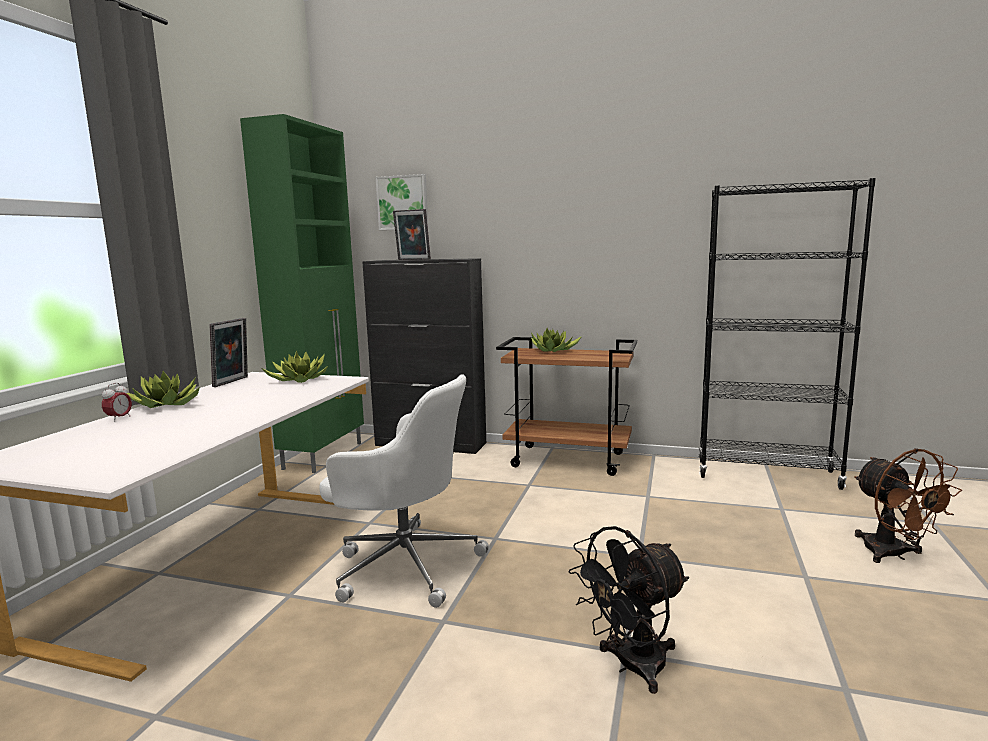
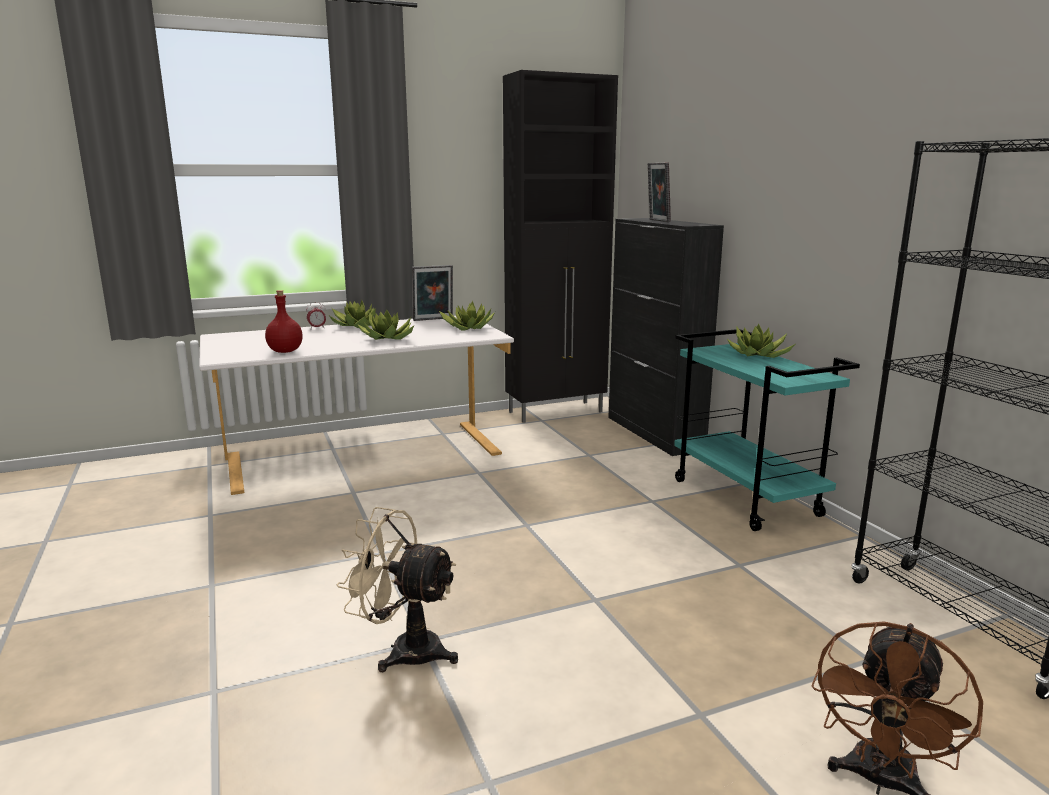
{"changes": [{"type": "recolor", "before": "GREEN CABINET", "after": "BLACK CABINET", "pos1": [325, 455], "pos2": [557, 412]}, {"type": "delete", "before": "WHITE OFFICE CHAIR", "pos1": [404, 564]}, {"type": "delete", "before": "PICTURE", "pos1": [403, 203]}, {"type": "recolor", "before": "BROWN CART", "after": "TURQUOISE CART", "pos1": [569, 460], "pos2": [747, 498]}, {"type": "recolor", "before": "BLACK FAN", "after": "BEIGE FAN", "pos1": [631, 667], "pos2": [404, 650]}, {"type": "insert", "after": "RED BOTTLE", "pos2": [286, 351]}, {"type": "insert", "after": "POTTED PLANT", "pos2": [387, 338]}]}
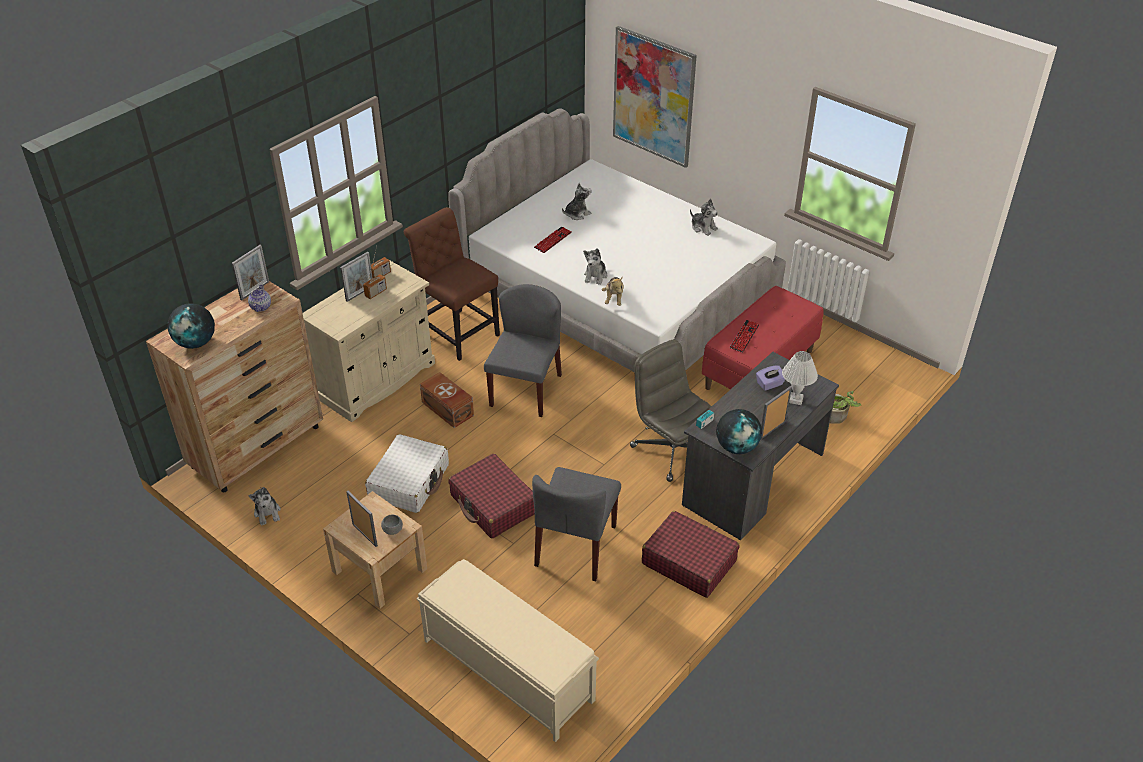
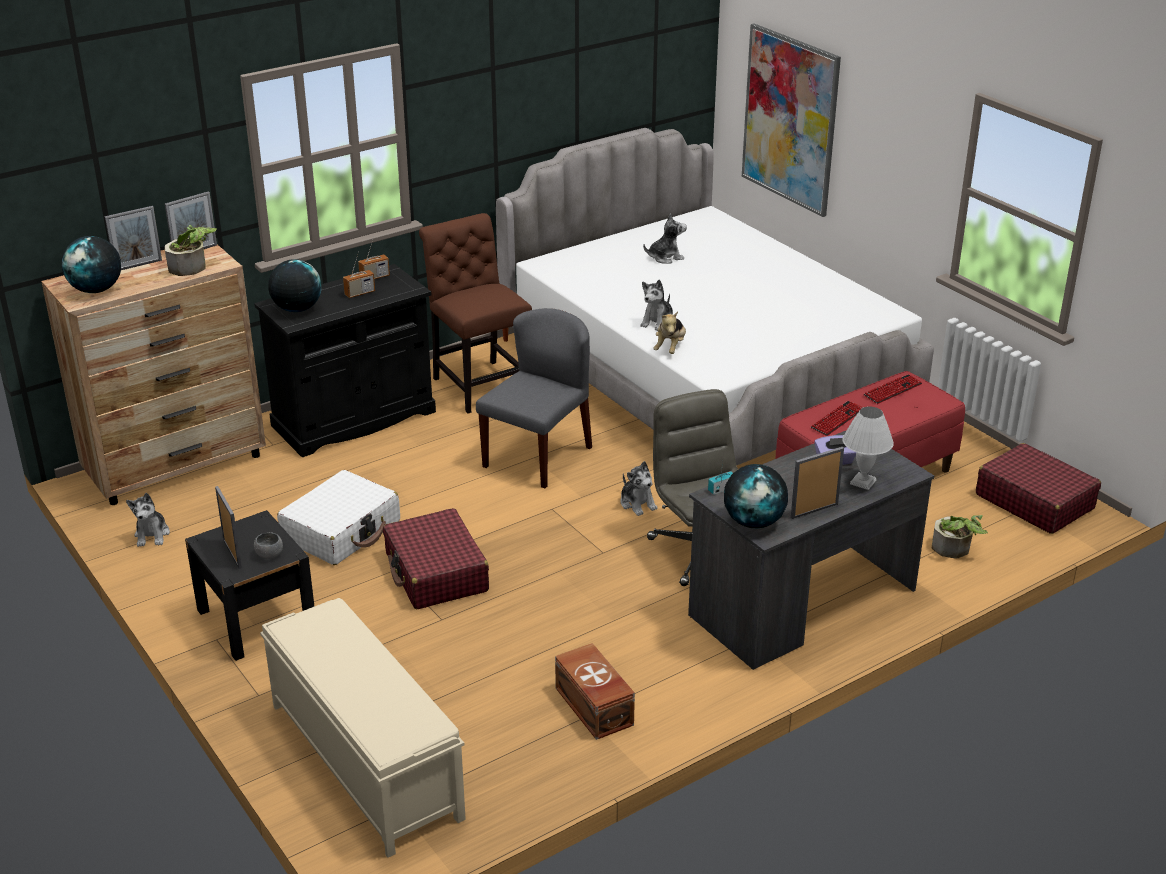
{"changes": [{"type": "replace", "before": "TEAPOT", "after": "POTTED PLANT", "pos1": [261, 306], "pos2": [193, 266]}, {"type": "recolor", "before": "BEIGE CABINET", "after": "BLACK CABINET", "pos1": [376, 380], "pos2": [354, 419]}, {"type": "recolor", "before": "BEIGE NIGHTSTAND", "after": "BLACK NIGHTSTAND", "pos1": [379, 570], "pos2": [256, 619]}, {"type": "move", "before": "PICTURE FRAME", "pos1": [359, 293], "pos2": [138, 265]}, {"type": "move", "before": "BROWN STORAGE BOX", "pos1": [447, 409], "pos2": [593, 707]}, {"type": "delete", "before": "GREY CHAIR", "pos1": [576, 546]}, {"type": "move", "before": "KEYBOARD", "pos1": [552, 240], "pos2": [892, 390]}, {"type": "move", "before": "RED SUITCASE", "pos1": [688, 562], "pos2": [1034, 501]}, {"type": "move", "before": "PLUSH TOY", "pos1": [703, 227], "pos2": [637, 504]}, {"type": "insert", "after": "GLOBE", "pos2": [297, 309]}]}
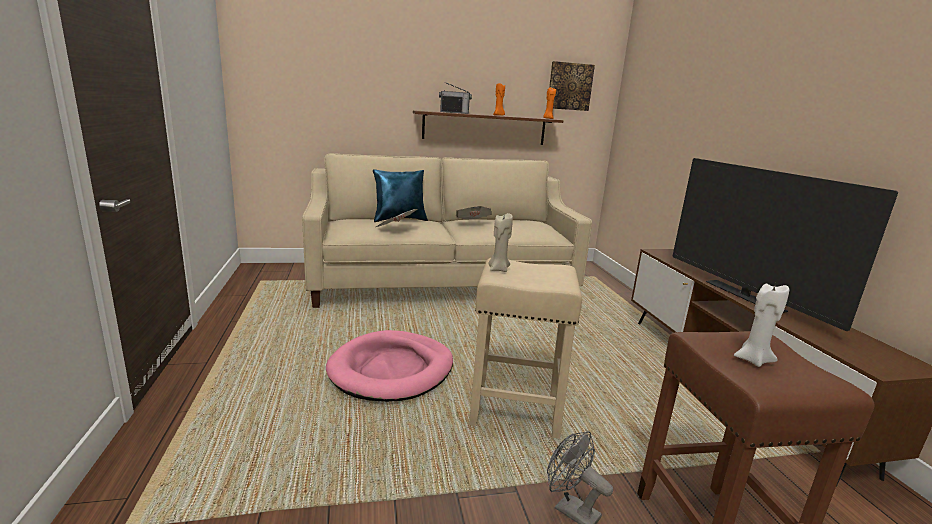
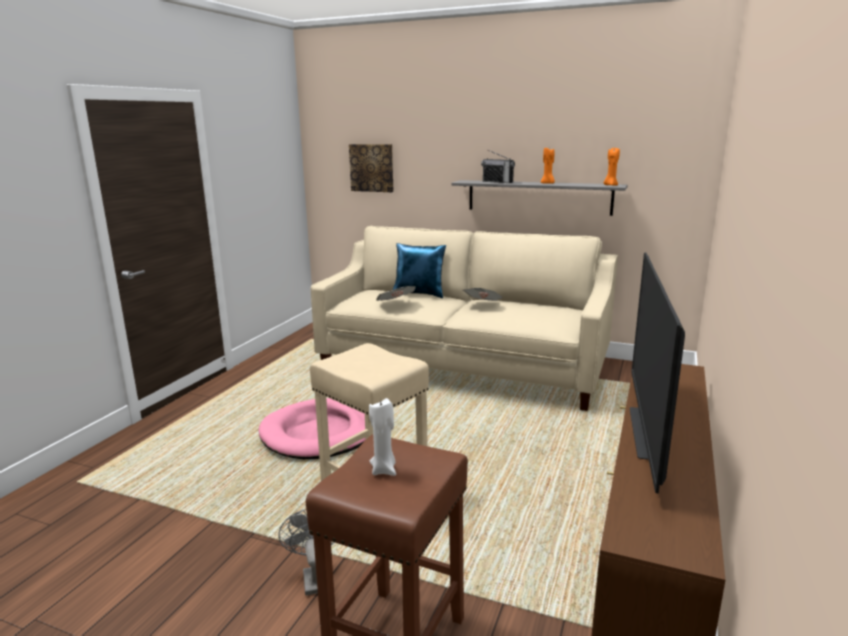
{"changes": [{"type": "recolor", "before": "BROWN SHELF", "after": "GREY SHELF", "pos1": [484, 128], "pos2": [538, 197]}, {"type": "delete", "before": "BEIGE CANDLE", "pos1": [498, 269]}, {"type": "move", "before": "PICTURE", "pos1": [569, 86], "pos2": [372, 168]}]}
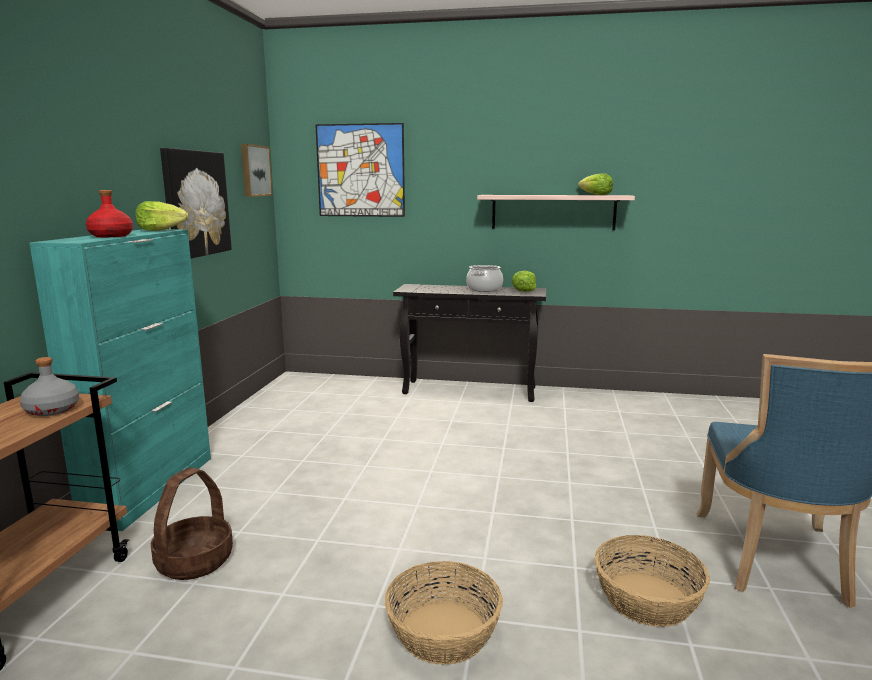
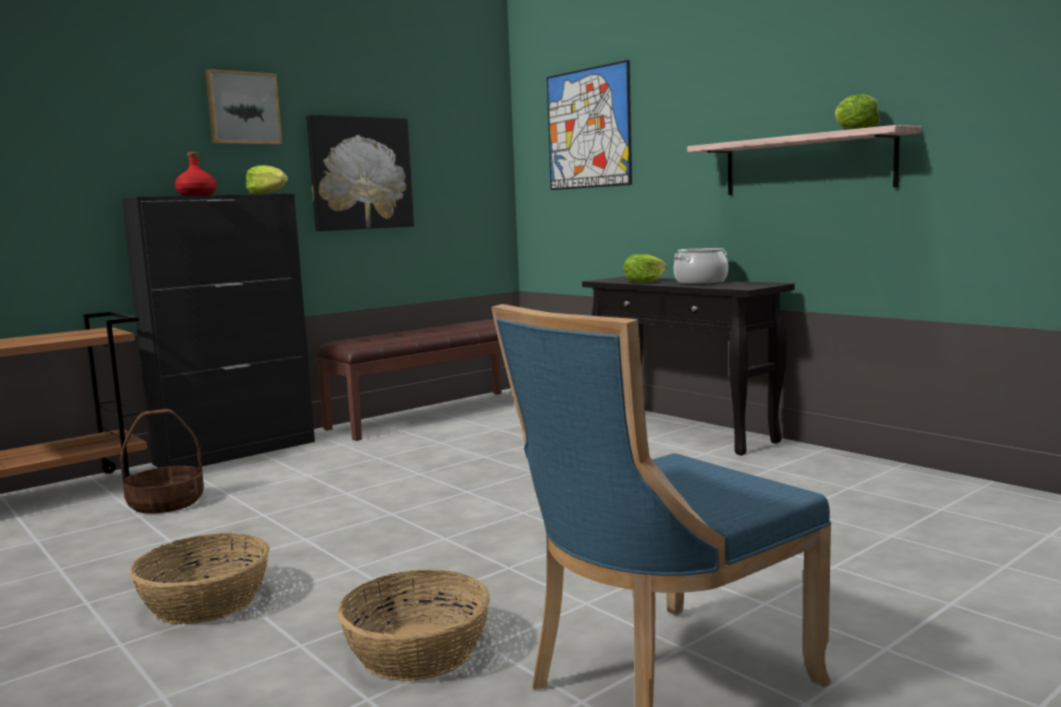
{"changes": [{"type": "delete", "before": "GREY BOTTLE", "pos1": [51, 410]}, {"type": "recolor", "before": "TURQUOISE CABINET", "after": "BLACK CABINET", "pos1": [151, 488], "pos2": [237, 452]}, {"type": "move", "before": "PICTURE", "pos1": [254, 171], "pos2": [243, 108]}, {"type": "move", "before": "LETTUCE", "pos1": [524, 290], "pos2": [644, 282]}, {"type": "insert", "after": "BROWN BENCH", "pos2": [433, 414]}]}
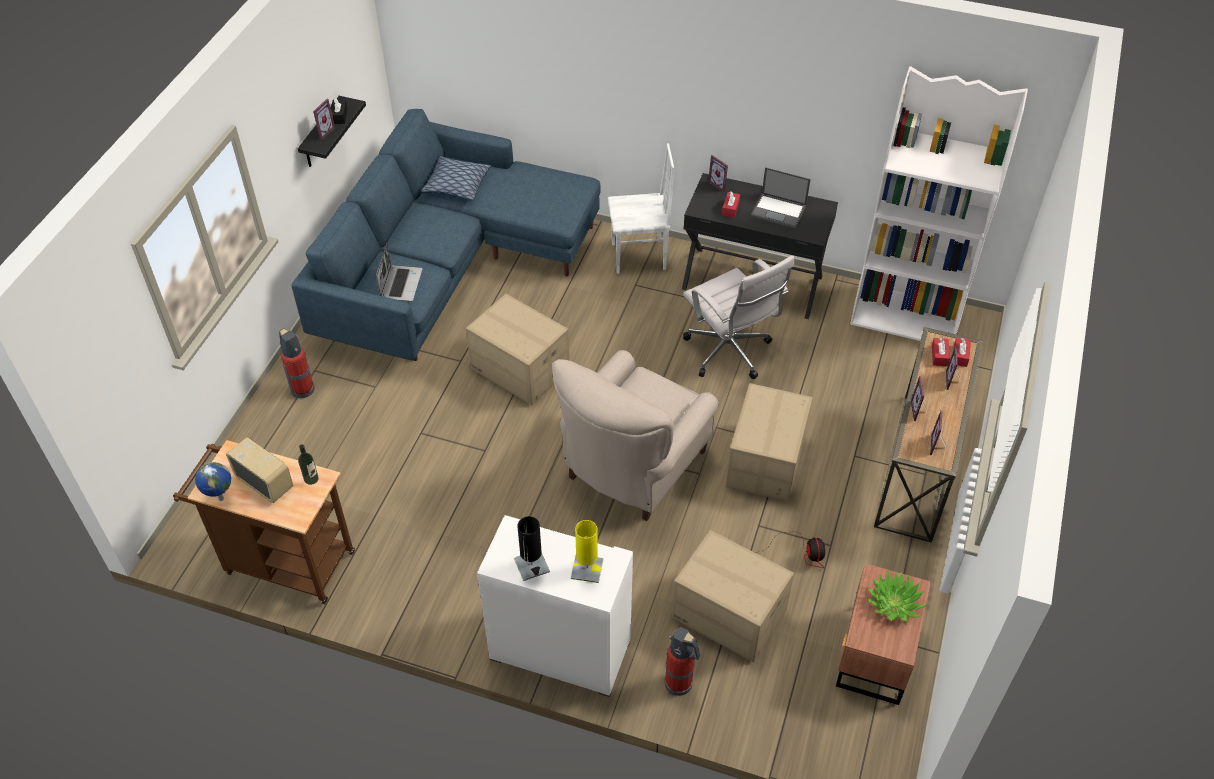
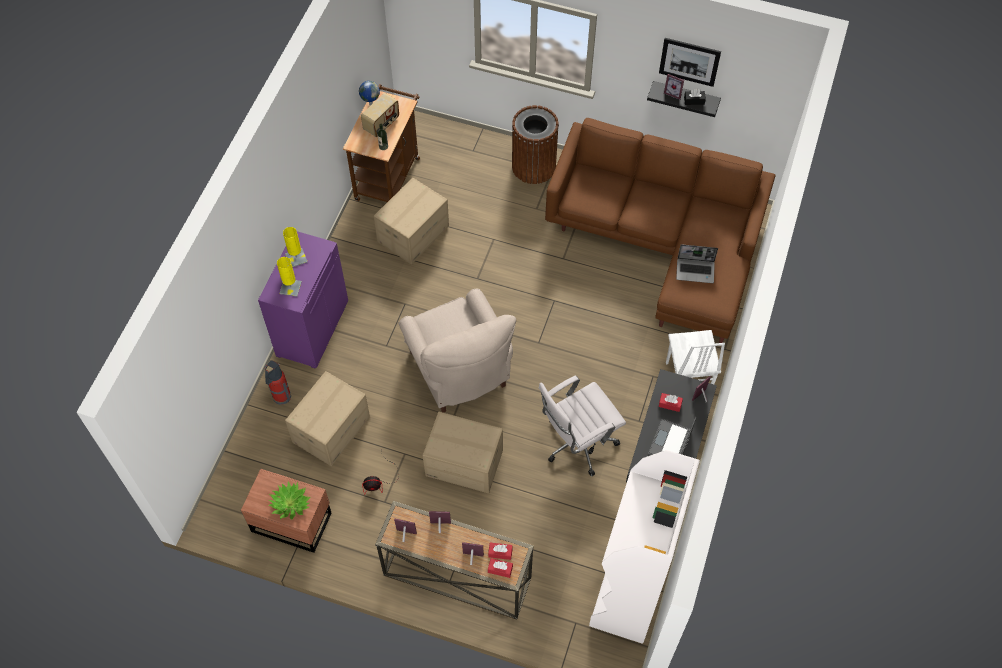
{"changes": [{"type": "replace", "before": "FIRE EXTINGUISHER", "after": "BROWN TRASH CAN", "pos1": [302, 388], "pos2": [534, 166]}, {"type": "recolor", "before": "BLUE SOFA", "after": "BROWN SOFA", "pos1": [447, 267], "pos2": [663, 243]}, {"type": "move", "before": "LAPTOP", "pos1": [400, 284], "pos2": [695, 271]}, {"type": "delete", "before": "PILLOW", "pos1": [456, 185]}, {"type": "move", "before": "CARDBOARD BOX", "pos1": [519, 369], "pos2": [413, 233]}, {"type": "recolor", "before": "WHITE CABINET", "after": "PURPLE CABINET", "pos1": [559, 650], "pos2": [312, 328]}, {"type": "recolor", "before": "BLACK TABLE LAMP", "after": "YELLOW TABLE LAMP", "pos1": [531, 565], "pos2": [296, 258]}, {"type": "rotate", "before": "BEIGE ARMCHAIR", "pos1": [633, 468], "pos2": [459, 372], "turn": -150}, {"type": "insert", "after": "PICTURE", "pos2": [689, 61]}]}
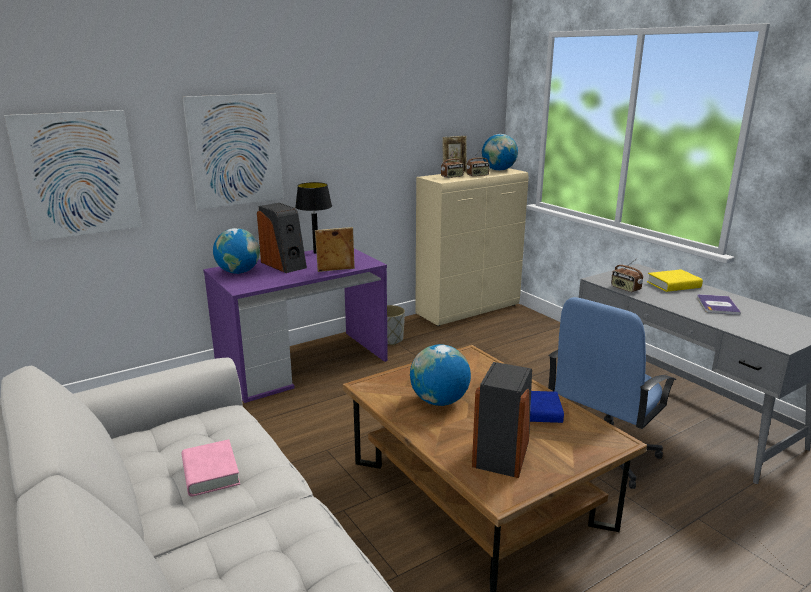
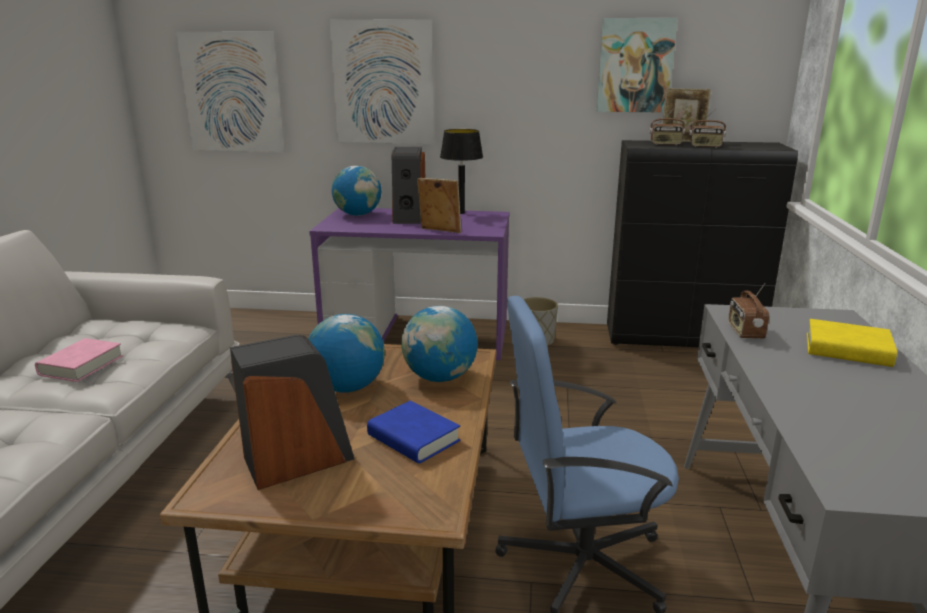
{"changes": [{"type": "recolor", "before": "BEIGE CABINET", "after": "BLACK CABINET", "pos1": [469, 310], "pos2": [682, 339]}, {"type": "move", "before": "GLOBE", "pos1": [498, 170], "pos2": [439, 378]}, {"type": "delete", "before": "BOOK", "pos1": [717, 305]}, {"type": "insert", "after": "PICTURE", "pos2": [635, 65]}]}
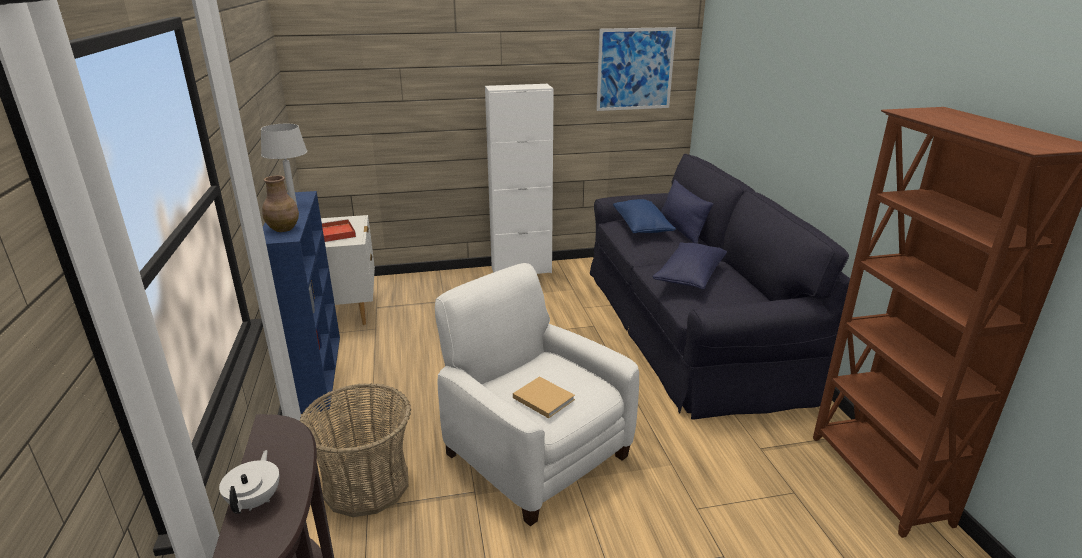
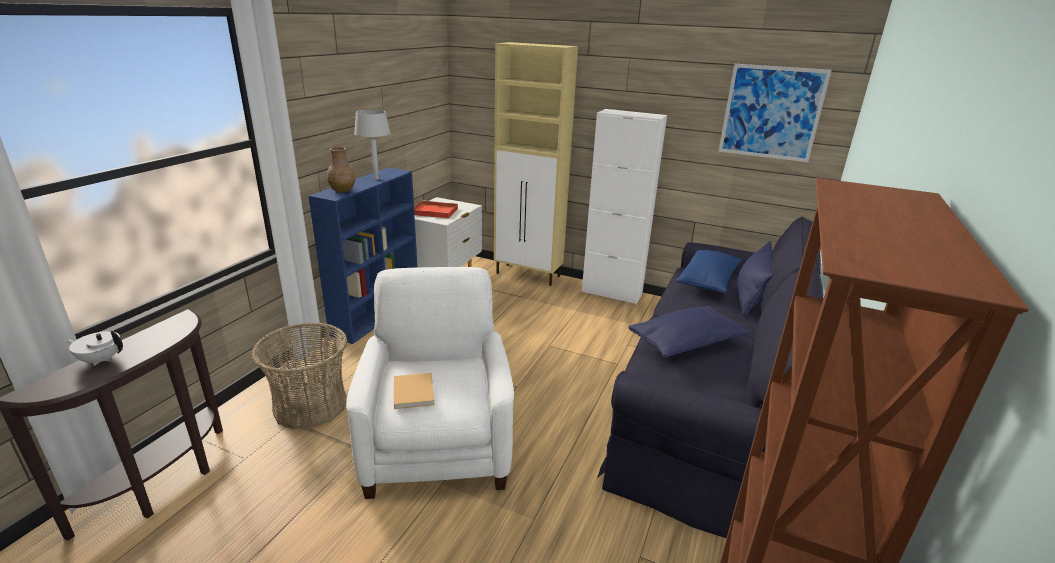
{"changes": [{"type": "rotate", "before": "WHITE TEAPOT", "pos1": [256, 500], "pos2": [101, 360], "turn": -120}, {"type": "insert", "after": "BEIGE CABINET", "pos2": [529, 275]}]}
